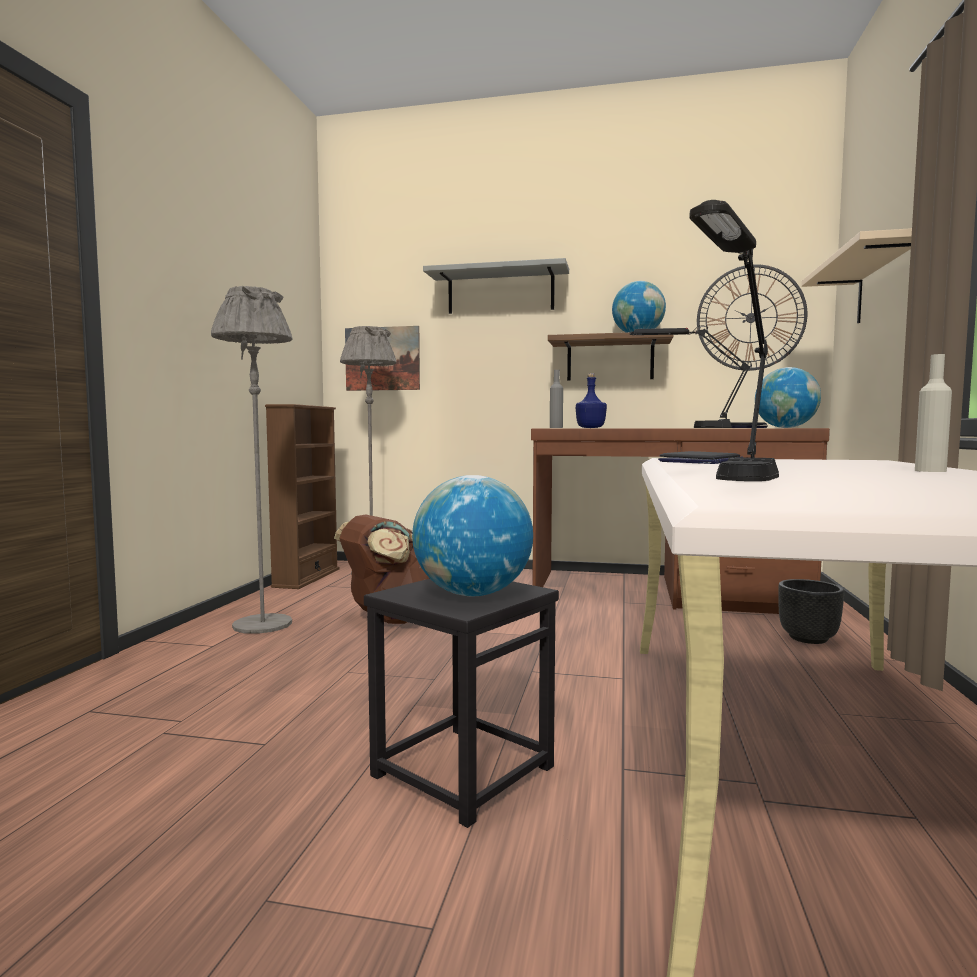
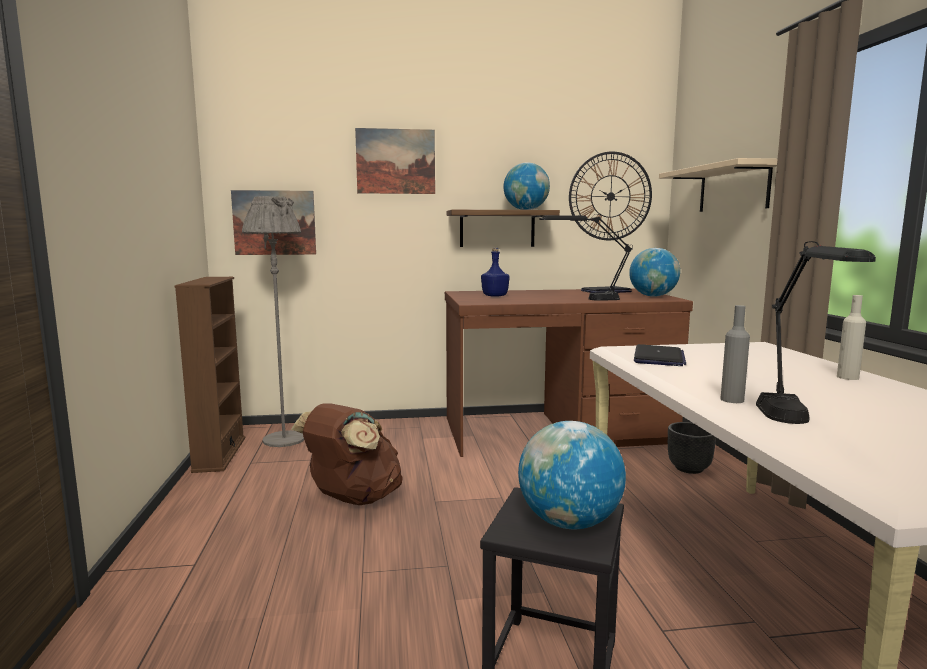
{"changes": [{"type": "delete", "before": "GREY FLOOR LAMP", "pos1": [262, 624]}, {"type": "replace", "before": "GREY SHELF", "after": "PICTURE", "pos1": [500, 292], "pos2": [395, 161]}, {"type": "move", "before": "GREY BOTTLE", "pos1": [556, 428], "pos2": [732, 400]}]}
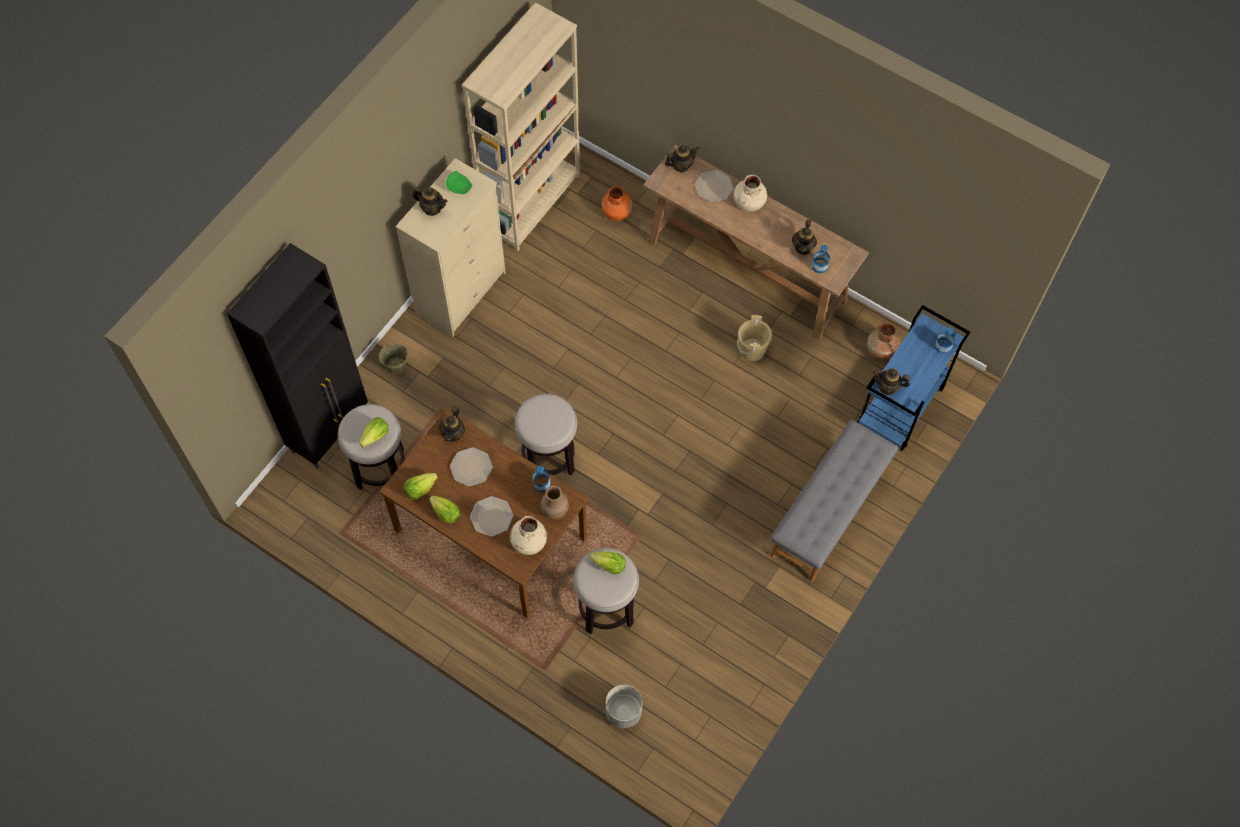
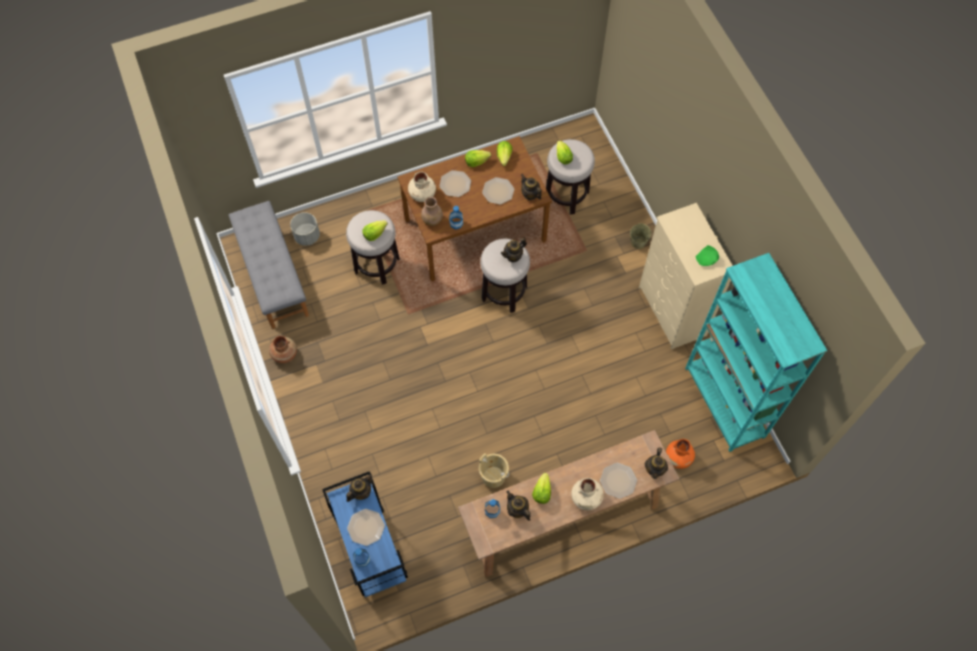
{"changes": [{"type": "delete", "before": "BLACK CABINET", "pos1": [330, 430]}, {"type": "move", "before": "TEAPOT", "pos1": [432, 208], "pos2": [513, 256]}, {"type": "recolor", "before": "BEIGE BOOKCASE", "after": "TURQUOISE BOOKCASE", "pos1": [531, 202], "pos2": [724, 402]}, {"type": "move", "before": "GREY BENCH", "pos1": [829, 512], "pos2": [273, 275]}, {"type": "move", "before": "BROWN VASE", "pos1": [881, 349], "pos2": [284, 354]}, {"type": "insert", "after": "PLATE", "pos2": [366, 527]}, {"type": "insert", "after": "LETTUCE", "pos2": [542, 492]}]}
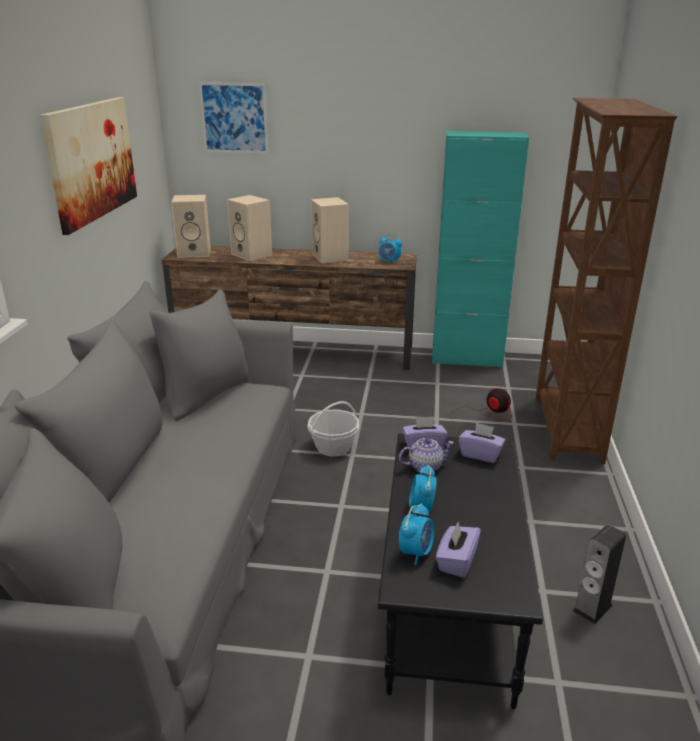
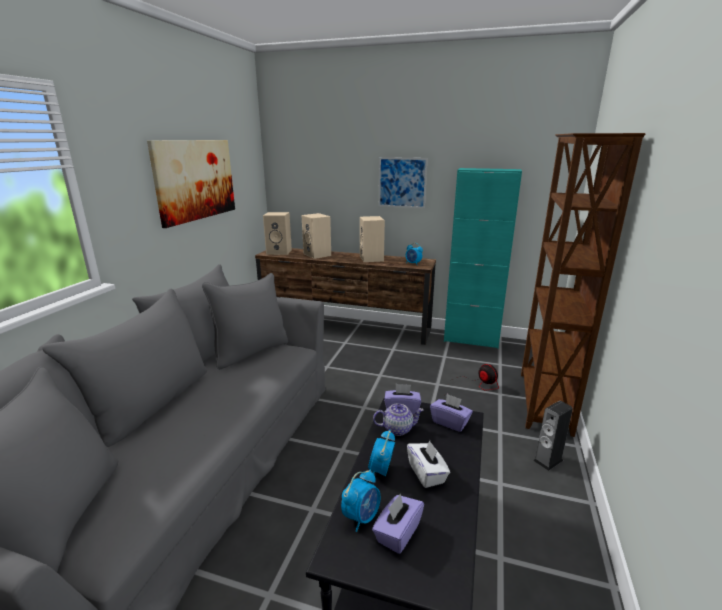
{"changes": [{"type": "move", "before": "PICTURE", "pos1": [234, 118], "pos2": [402, 182]}, {"type": "delete", "before": "BASKET", "pos1": [333, 447]}, {"type": "move", "before": "SPEAKER", "pos1": [592, 608], "pos2": [548, 460]}, {"type": "insert", "after": "WHITE TISSUE BOX", "pos2": [427, 473]}]}
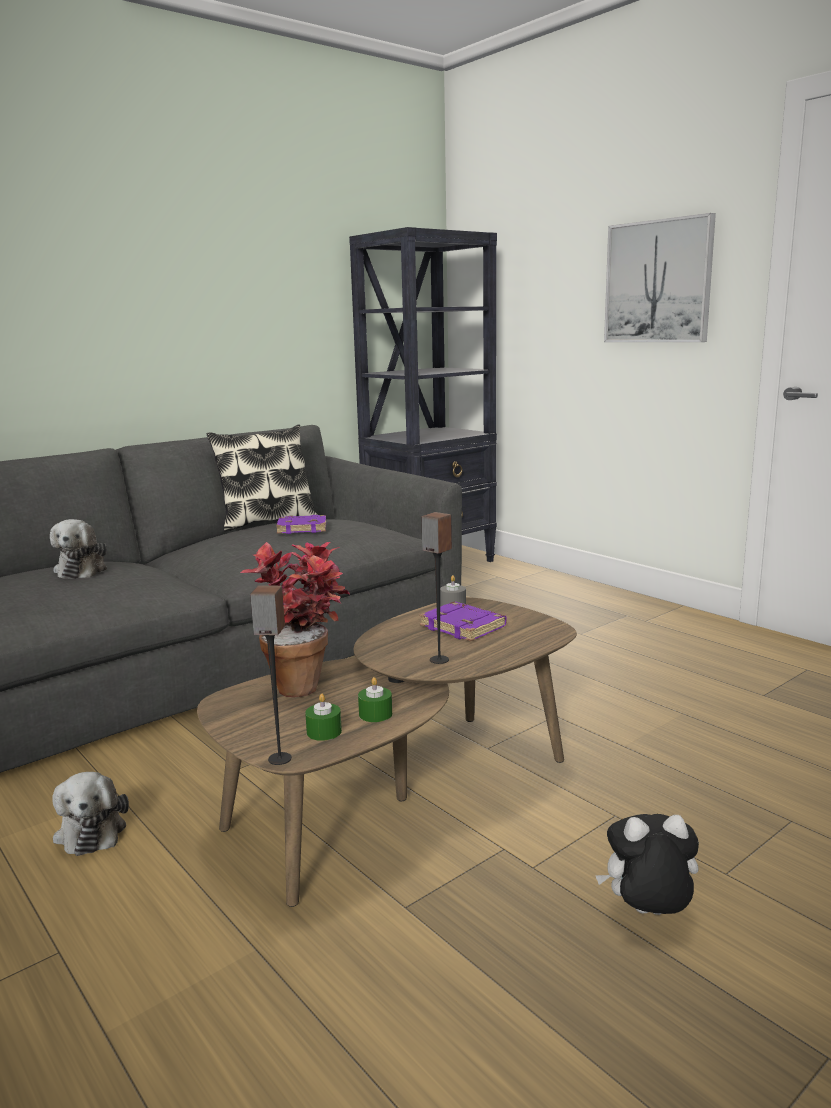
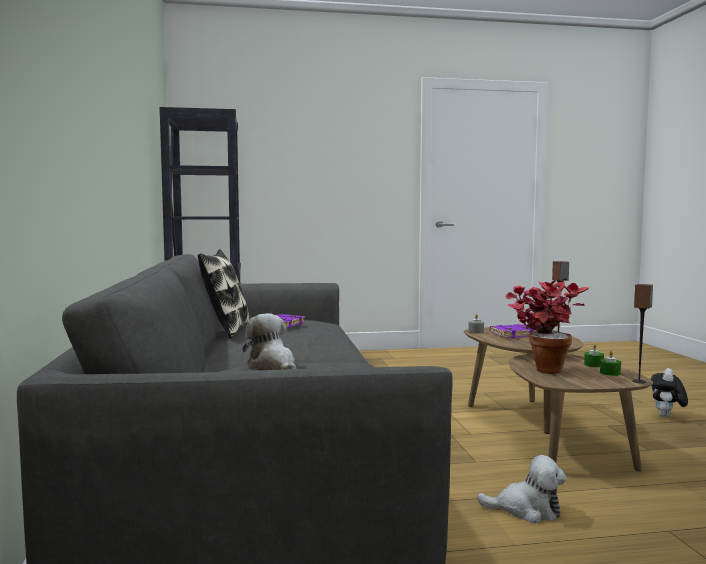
{"changes": [{"type": "rotate", "before": "PLUSH TOY", "pos1": [82, 570], "pos2": [272, 367], "turn": -150}, {"type": "delete", "before": "PICTURE", "pos1": [658, 282]}]}
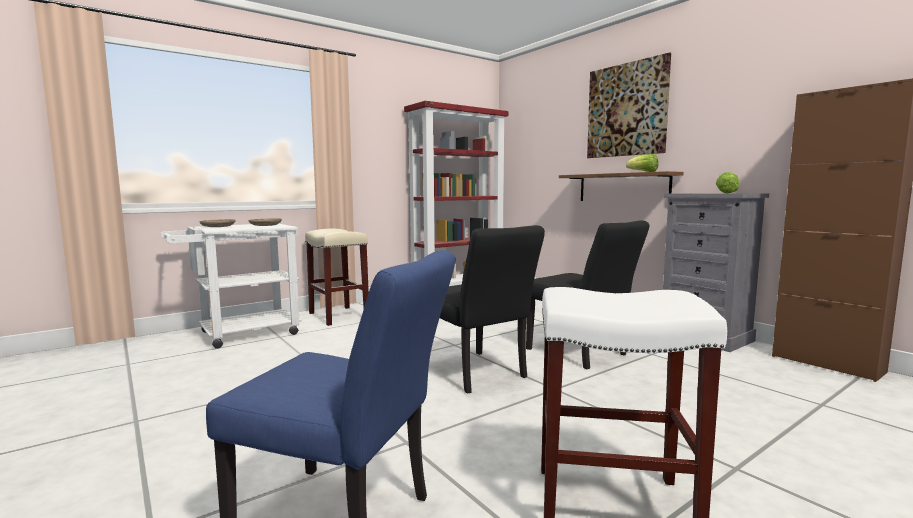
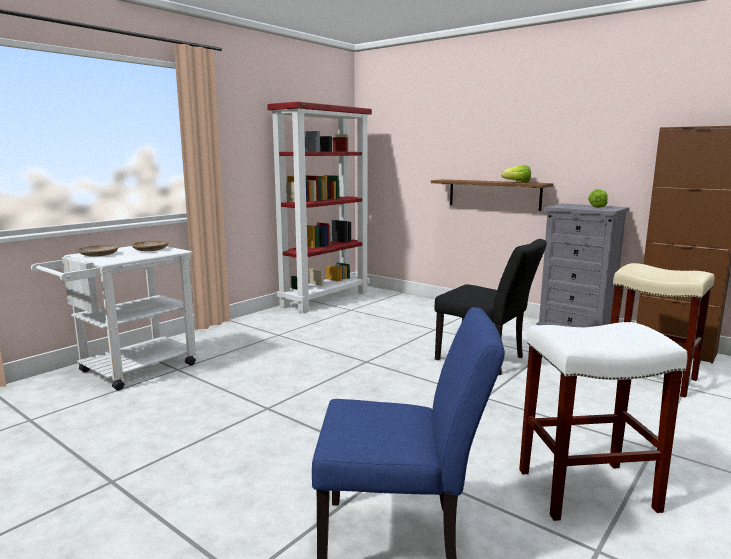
{"changes": [{"type": "move", "before": "BEIGE STOOL", "pos1": [337, 316], "pos2": [649, 378]}, {"type": "delete", "before": "BLACK CHAIR", "pos1": [478, 374]}, {"type": "delete", "before": "PICTURE", "pos1": [626, 110]}]}
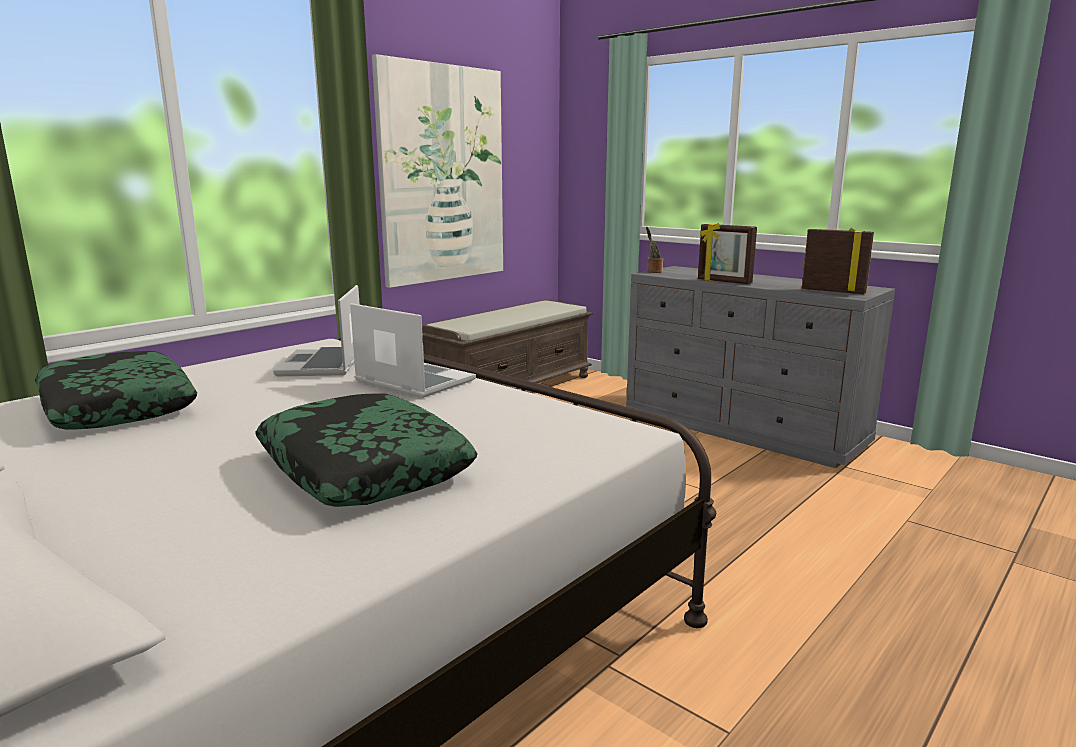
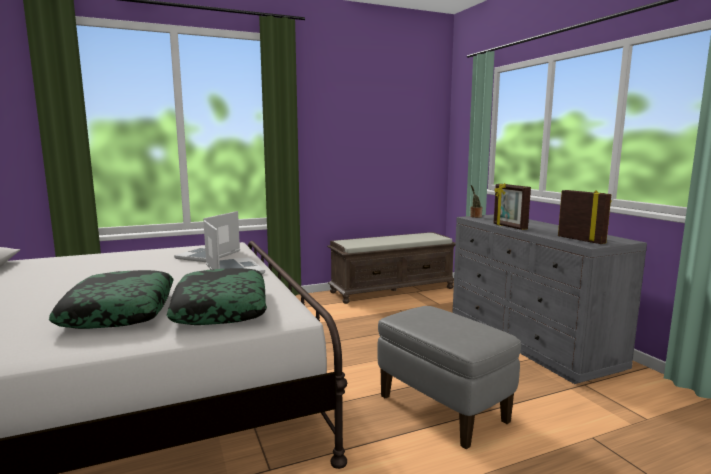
{"changes": [{"type": "move", "before": "PILLOW", "pos1": [116, 407], "pos2": [221, 308]}, {"type": "delete", "before": "PICTURE", "pos1": [442, 175]}, {"type": "insert", "after": "GREY OTTOMAN", "pos2": [443, 409]}]}
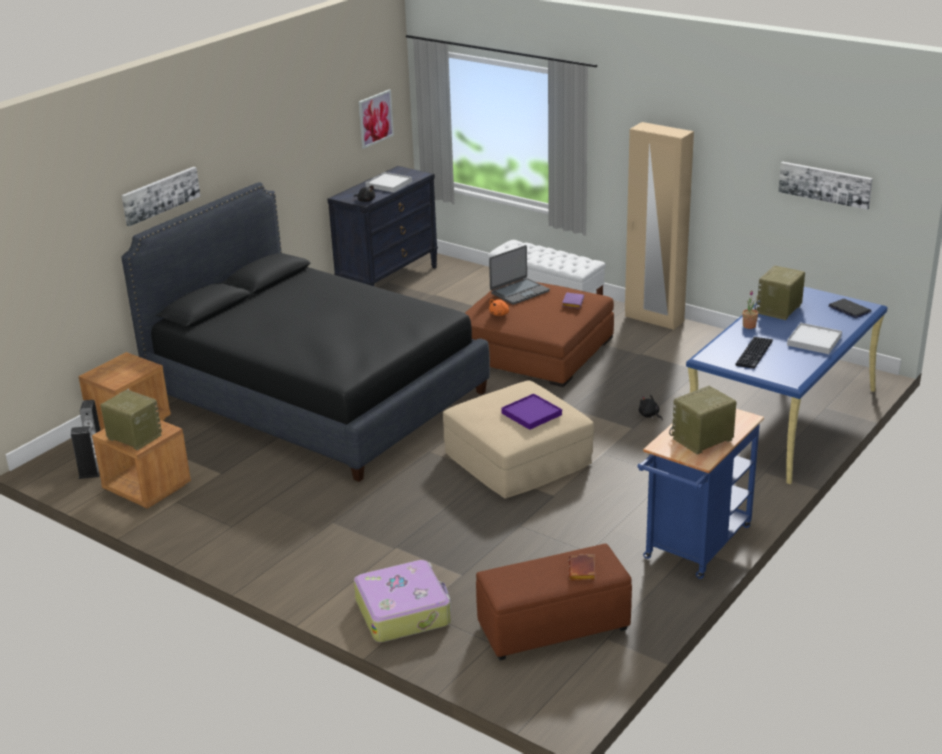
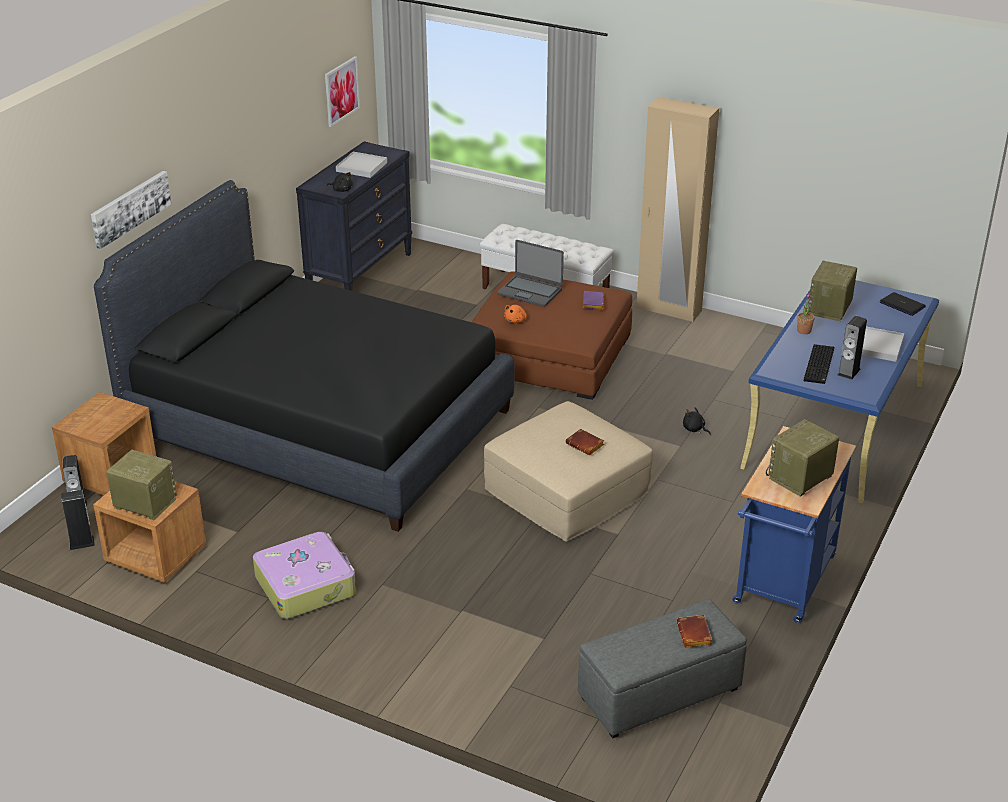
{"changes": [{"type": "move", "before": "SUITCASE", "pos1": [403, 611], "pos2": [306, 585]}, {"type": "recolor", "before": "BROWN OTTOMAN", "after": "GREY OTTOMAN", "pos1": [552, 627], "pos2": [658, 694]}, {"type": "rotate", "before": "LAPTOP", "pos1": [519, 292], "pos2": [530, 291], "turn": 75}, {"type": "replace", "before": "PURPLE TRAY", "after": "BROWN BOOK", "pos1": [531, 414], "pos2": [586, 445]}, {"type": "delete", "before": "PICTURE", "pos1": [825, 184]}, {"type": "insert", "after": "SPEAKER", "pos2": [848, 372]}]}
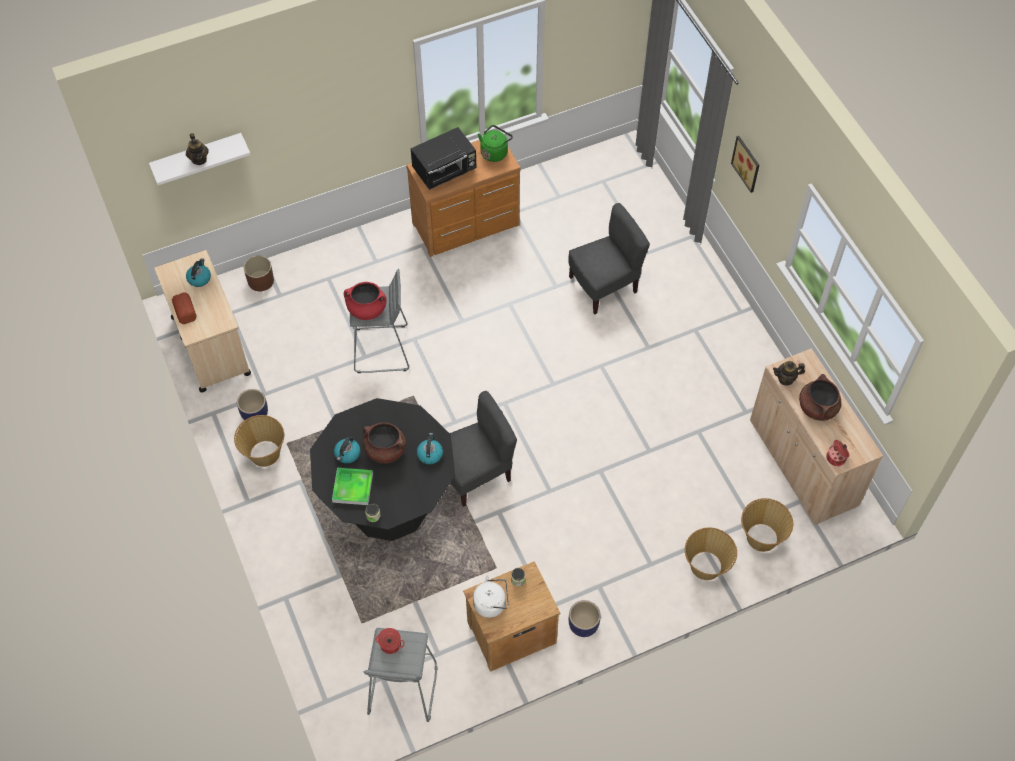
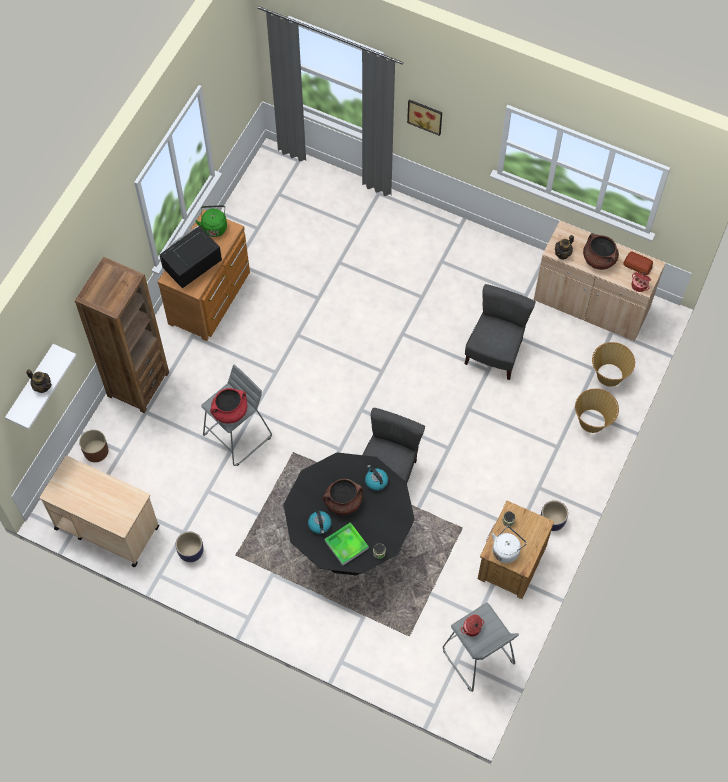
{"changes": [{"type": "move", "before": "BREAD", "pos1": [185, 310], "pos2": [637, 265]}, {"type": "delete", "before": "KETTLE", "pos1": [199, 278]}, {"type": "delete", "before": "BASKET", "pos1": [264, 453]}, {"type": "rotate", "before": "BLACK MICROWAVE", "pos1": [445, 171], "pos2": [191, 266], "turn": -150}, {"type": "move", "before": "GREY CHAIR", "pos1": [604, 286], "pos2": [495, 353]}, {"type": "insert", "after": "BROWN BOOKCASE", "pos2": [138, 384]}]}
